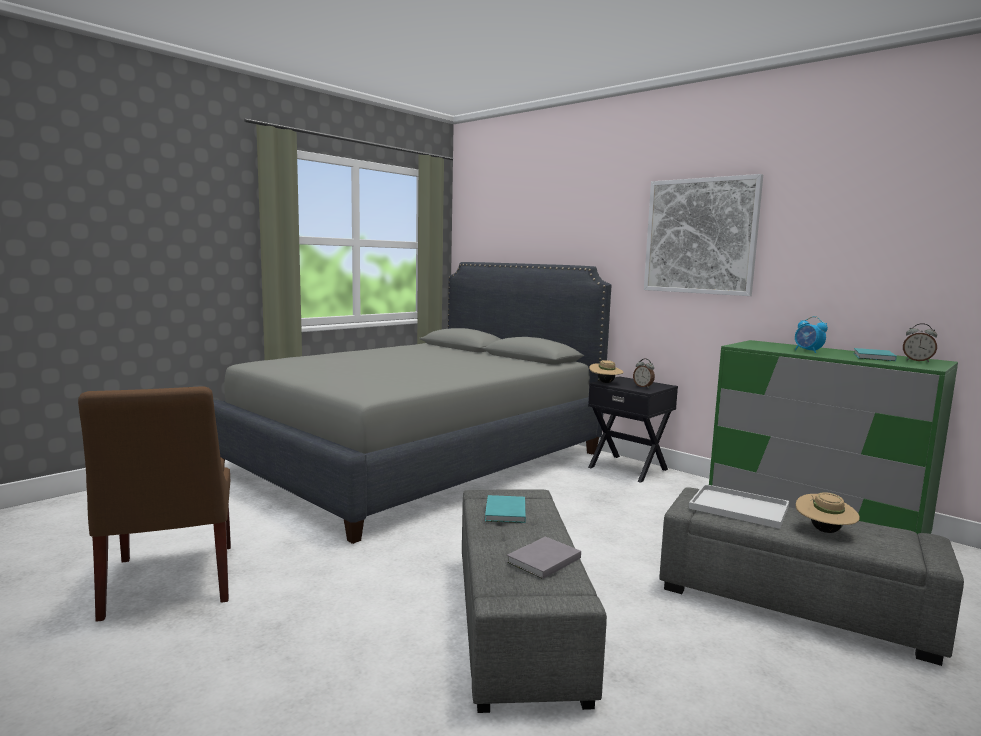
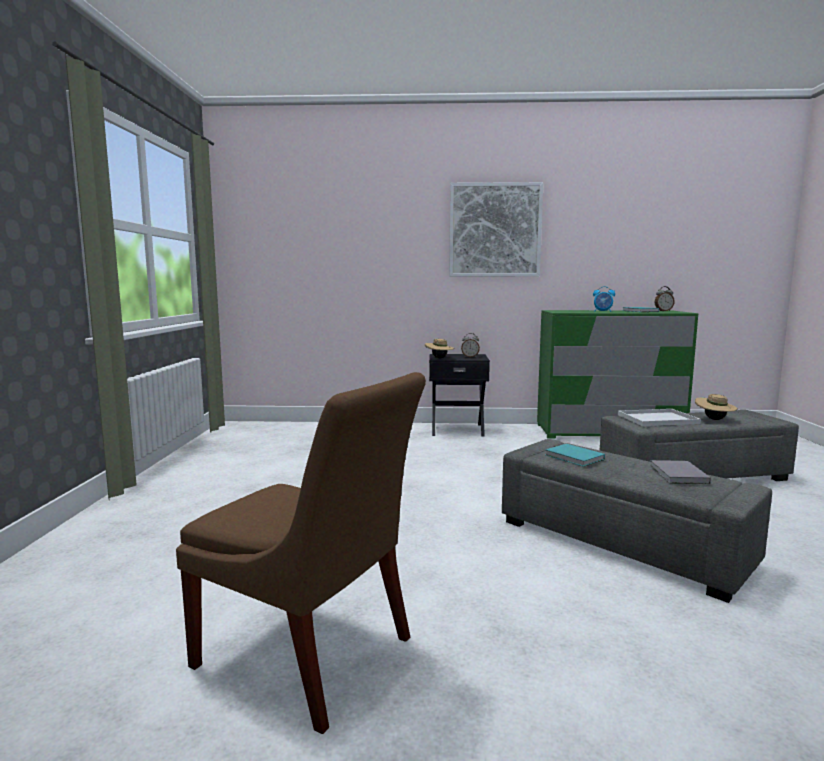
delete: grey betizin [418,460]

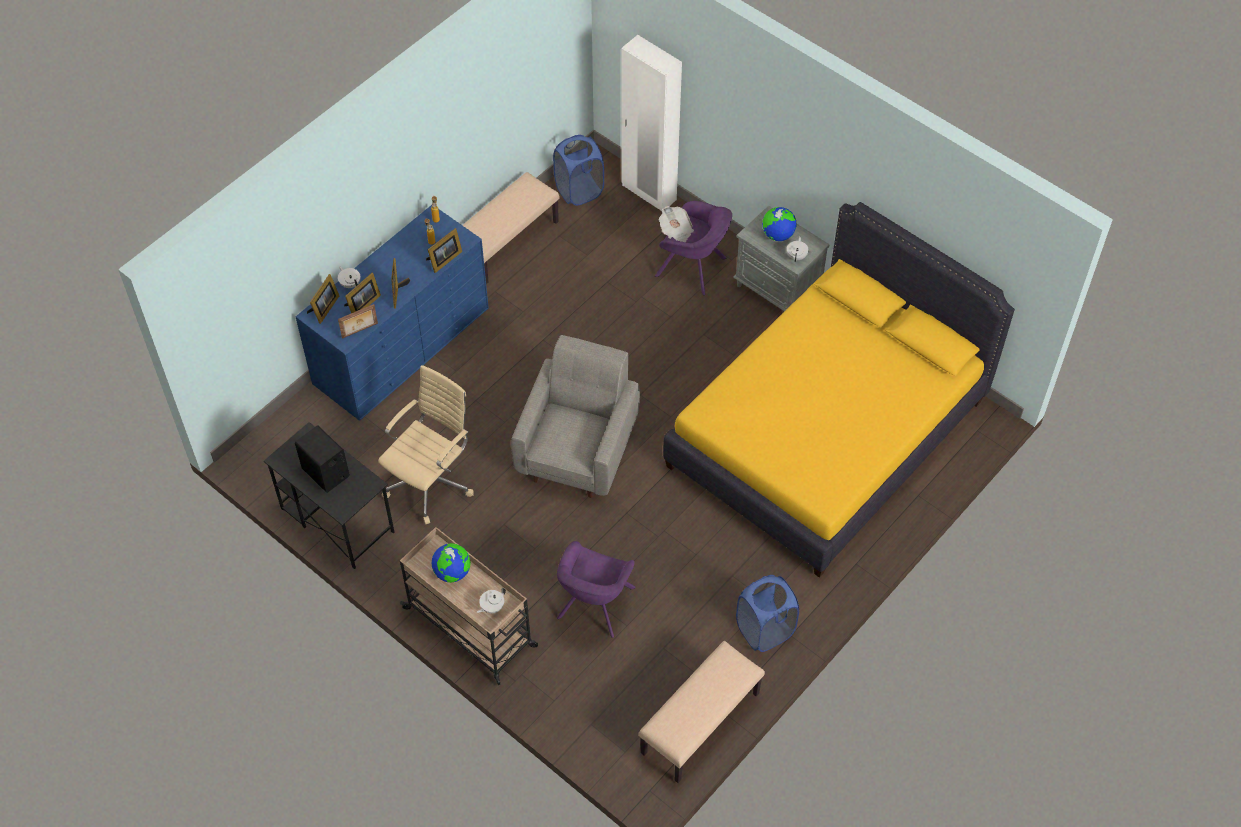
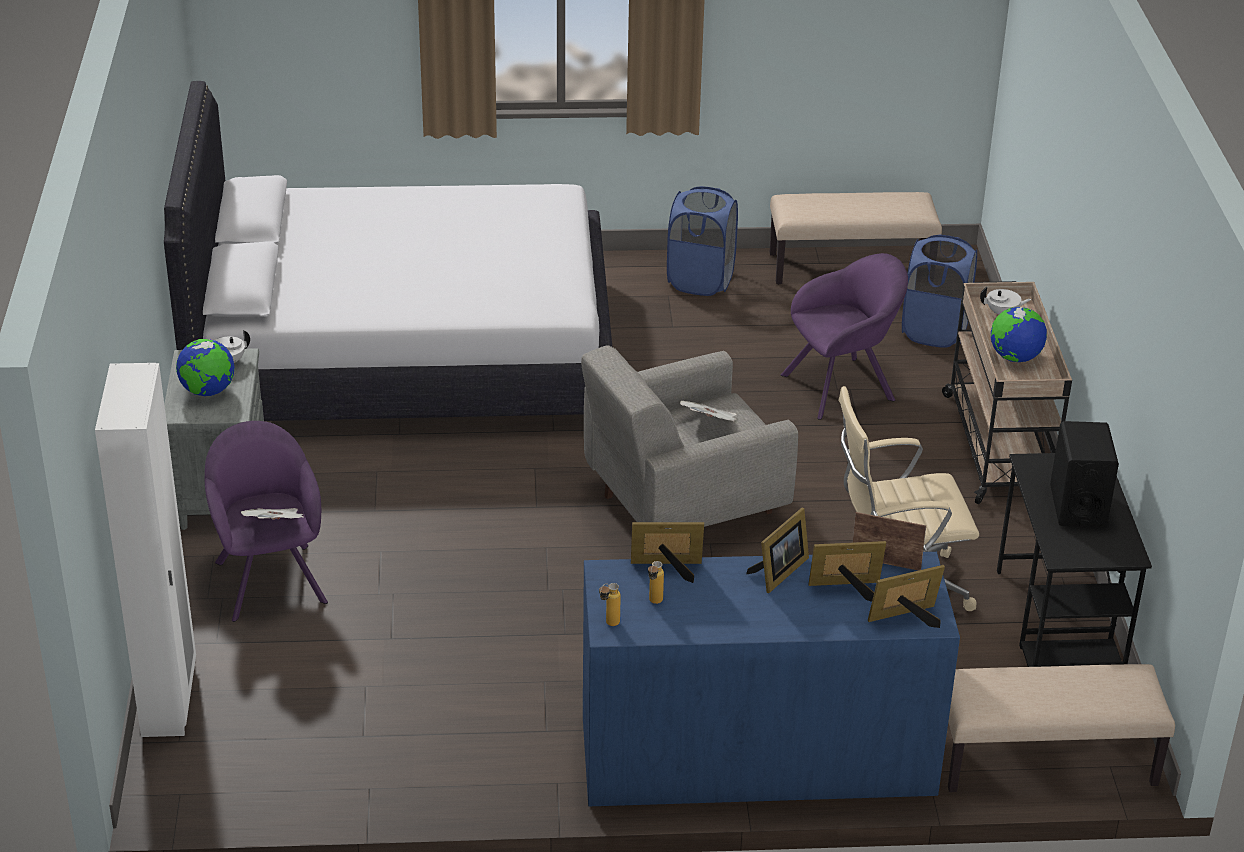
delete: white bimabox [350,283]
insert: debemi [710,424]
move: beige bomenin [507,242] to [1044,762]; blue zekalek [579,190] to [934,331]
recolor: yellow betizin [825,433] to white betizin [403,357]

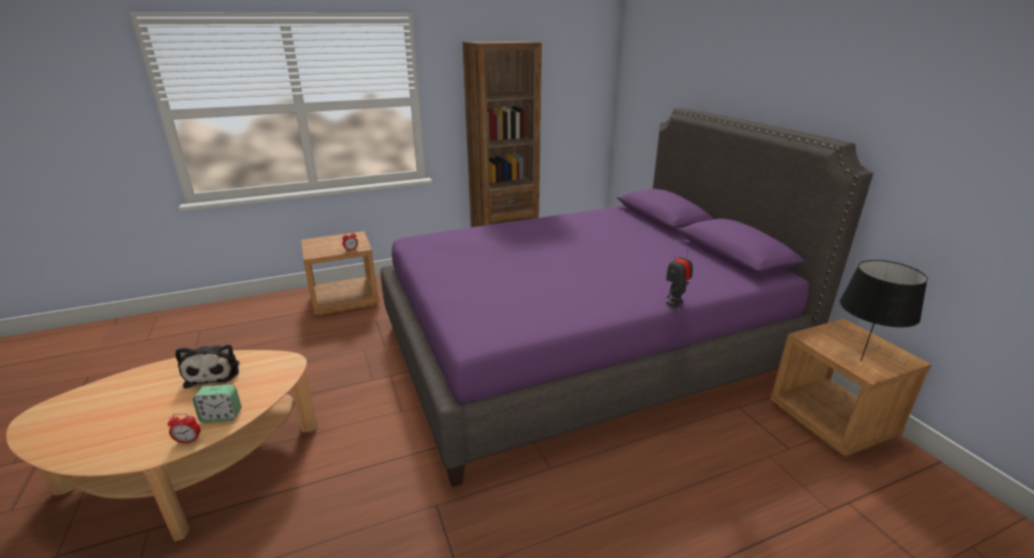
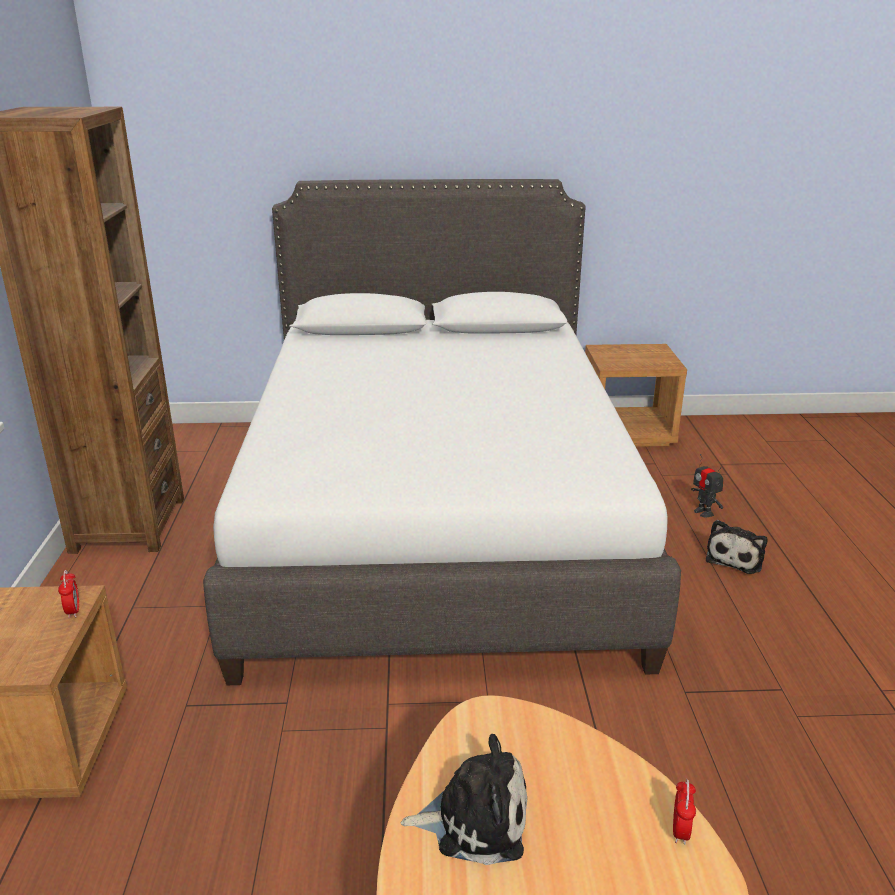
delete: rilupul [221,416]; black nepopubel [861,361]
insert: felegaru [735,558]
move: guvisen [675,303] to [703,512]
recolor: purple betizin [581,349] to white betizin [435,519]

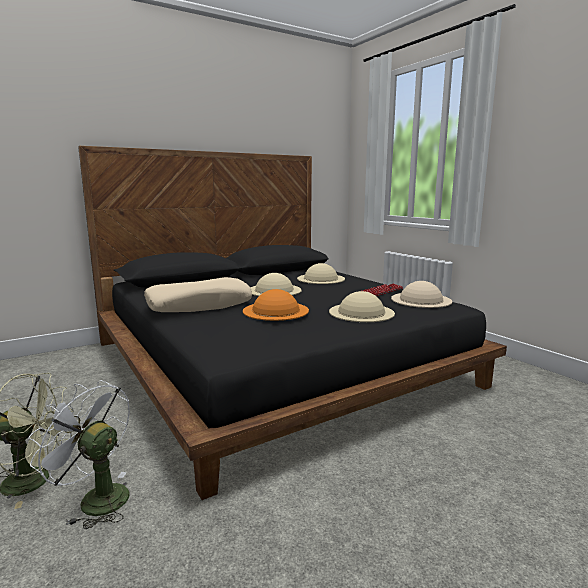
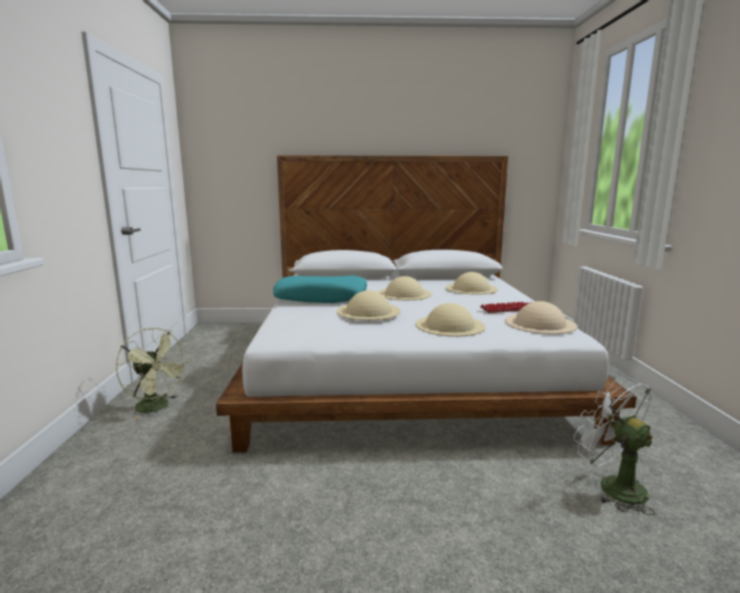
move: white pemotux [95,498] to [612,486]
recolor: black betizin [276,362] to white betizin [403,365]; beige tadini [199,305] to turquoise tadini [321,298]; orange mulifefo [275,310] to beige mulifefo [368,311]

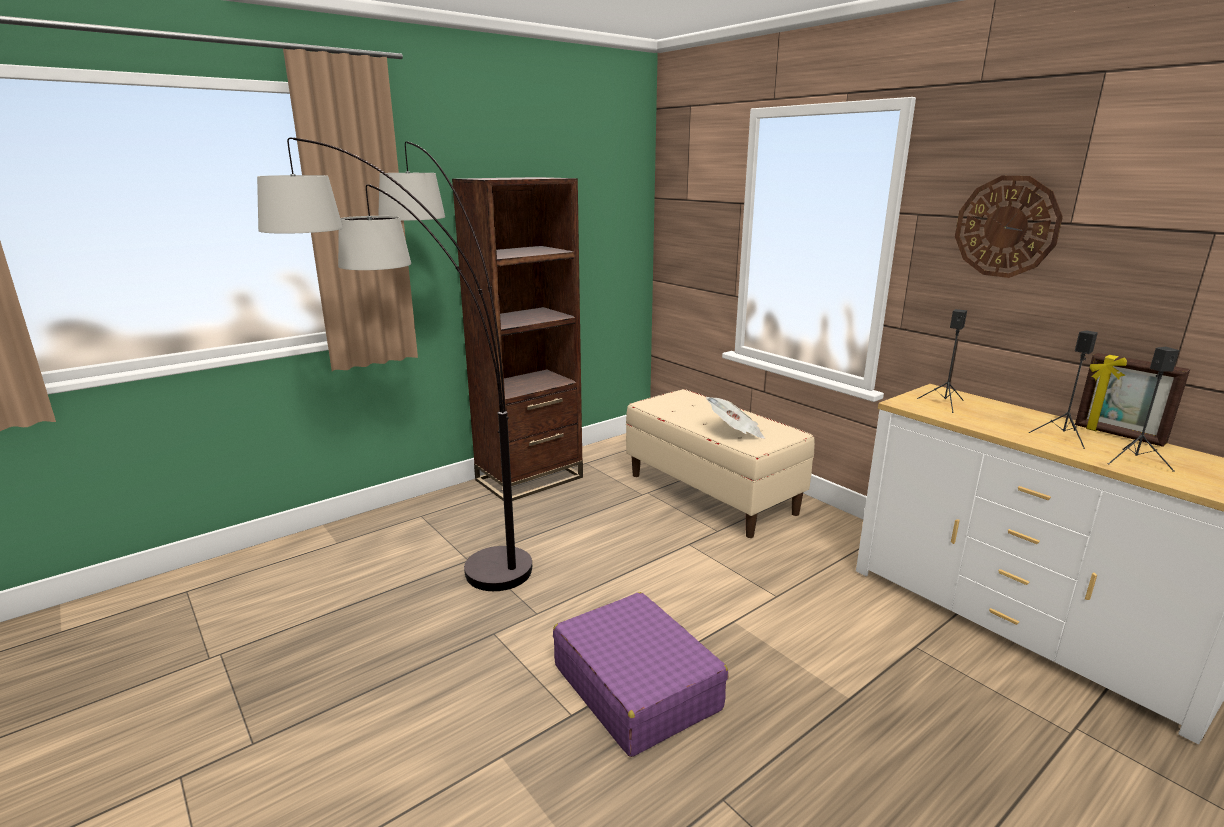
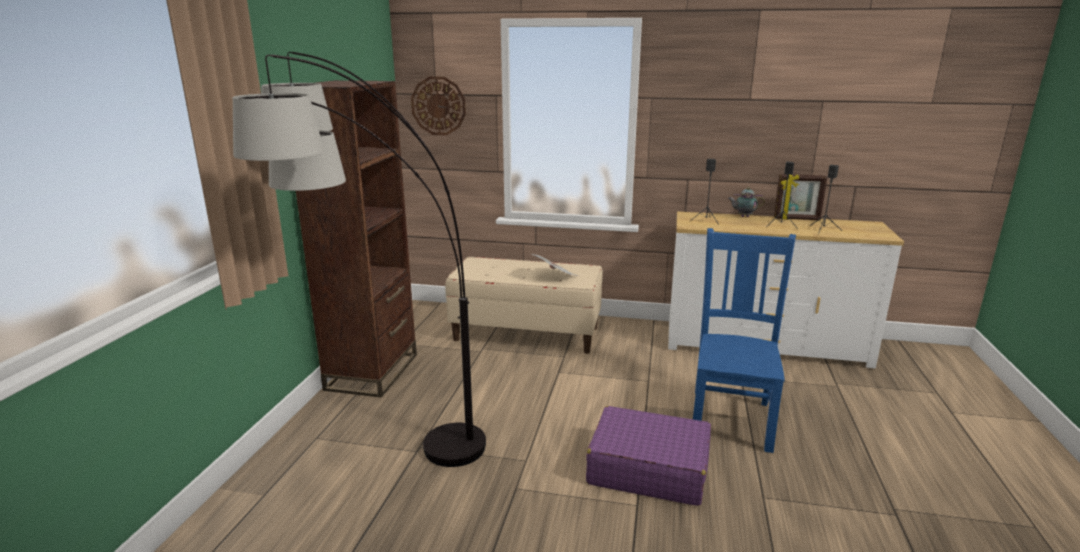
insert: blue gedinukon [731,418]; bimabox [743,216]
move: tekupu [1006,227] to [438,106]

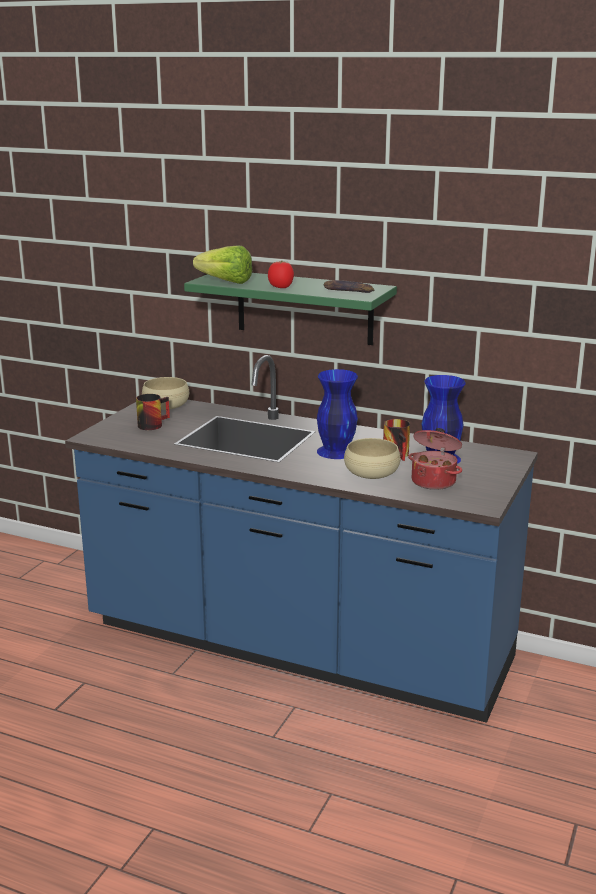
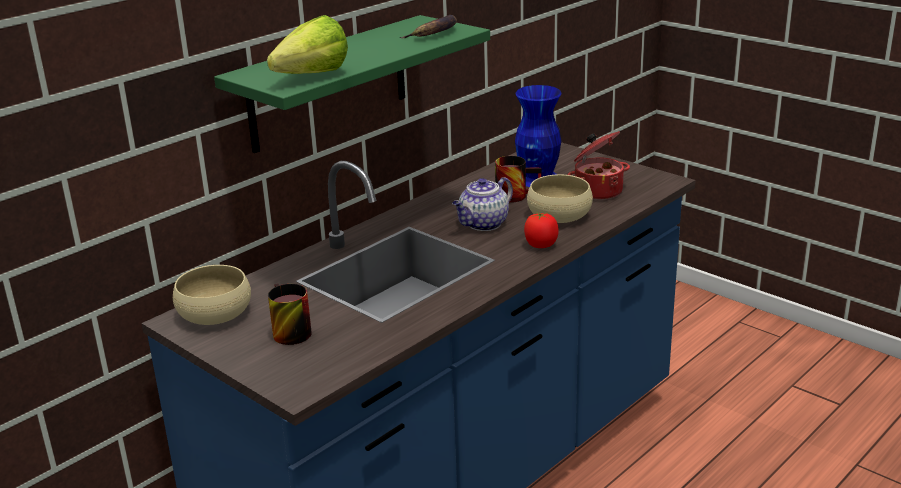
move: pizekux [281,287] to [541,245]
replace: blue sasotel [335,451] to bimabox [483,224]

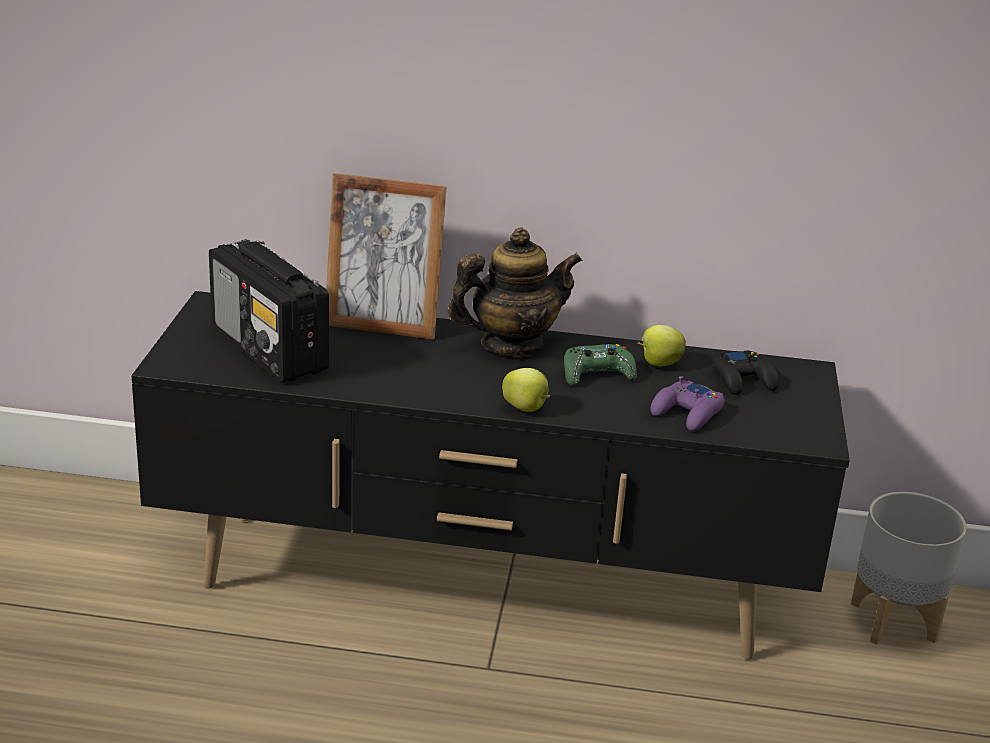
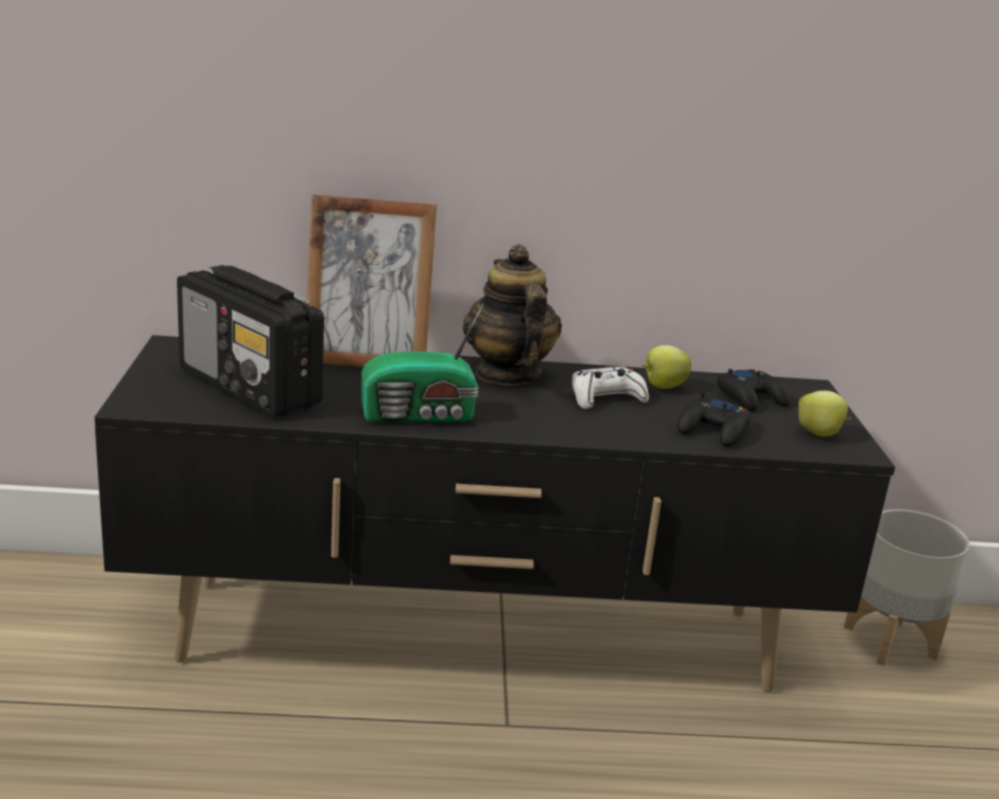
insert: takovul [421,415]
move: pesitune [526,409] to [819,434]
recolor: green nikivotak [597,374] to white nikivotak [606,398]; purple nikivotak [687,413] to black nikivotak [714,430]
rotate: bimabox [511,345] = [507,374] 75 degrees counterclockwise

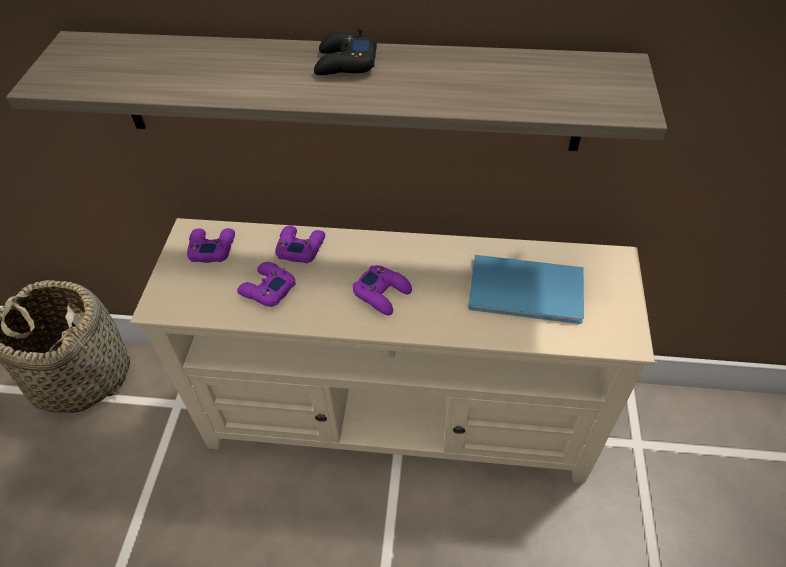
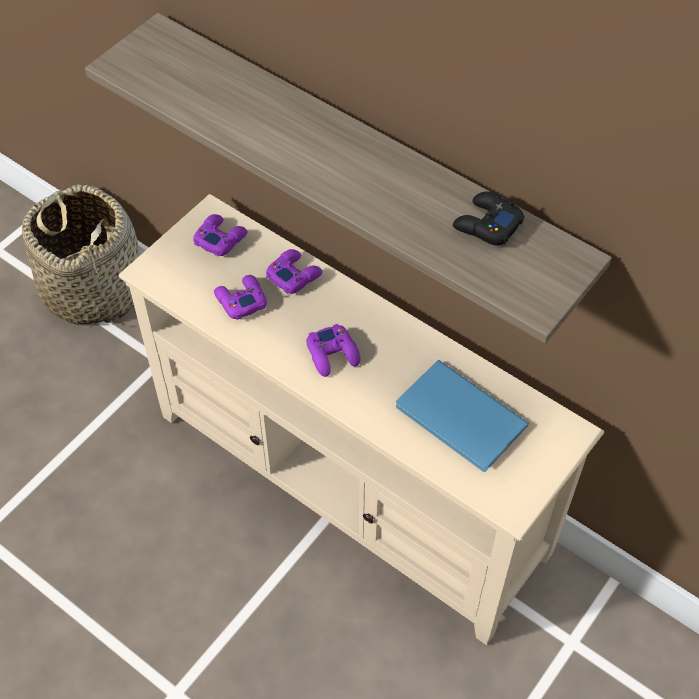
move: black nikivotak [345,63] to [487,225]

